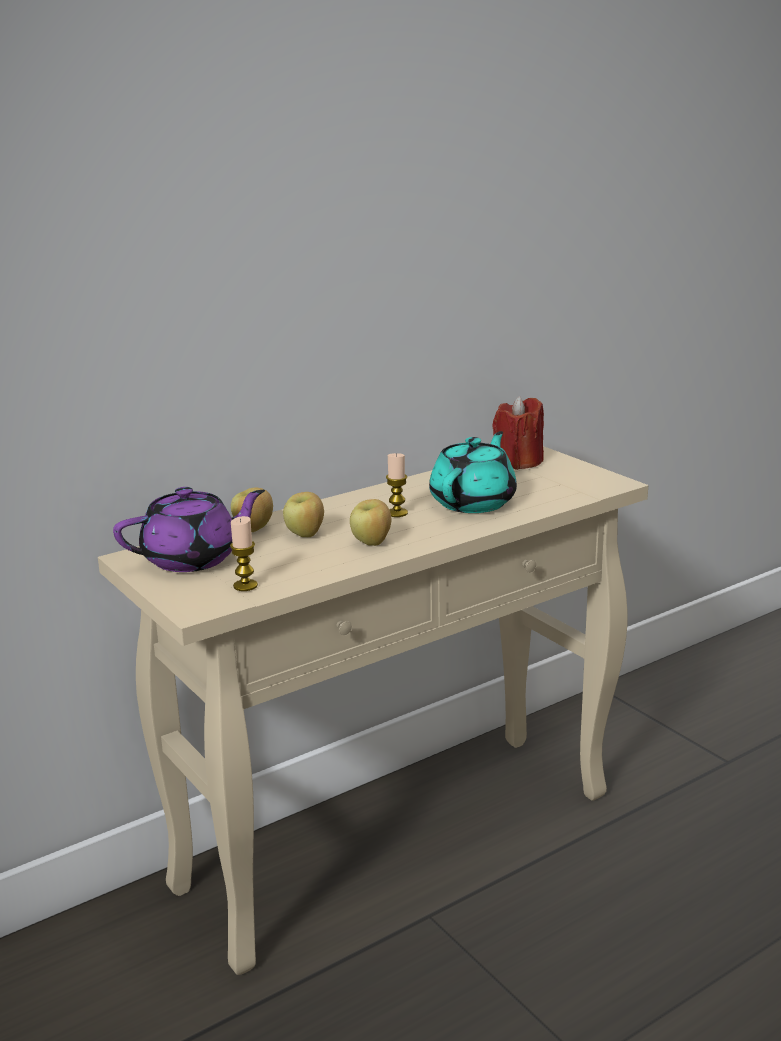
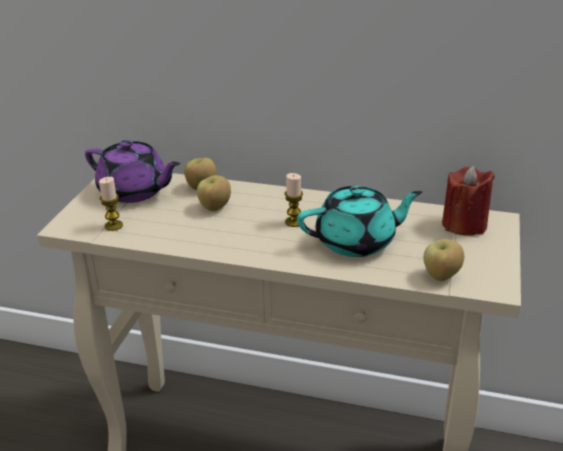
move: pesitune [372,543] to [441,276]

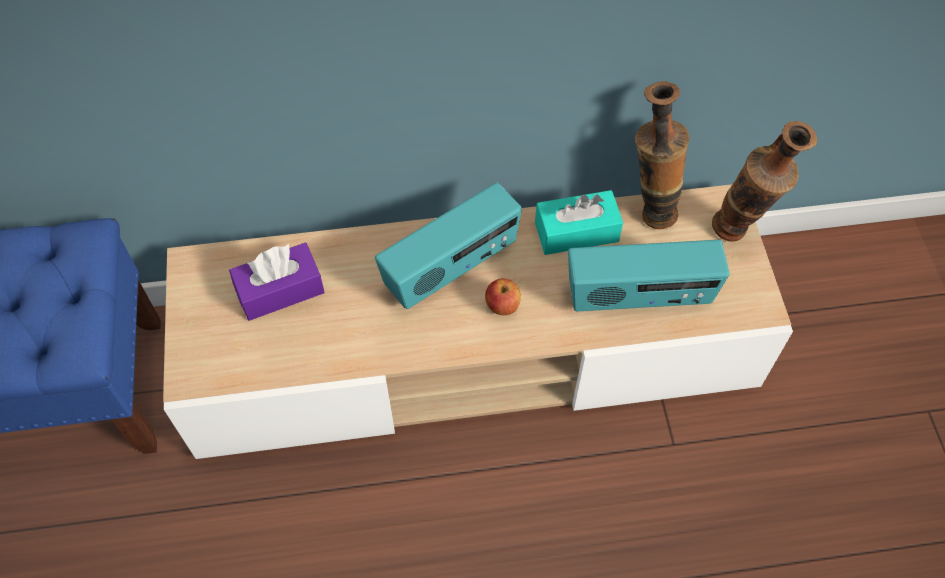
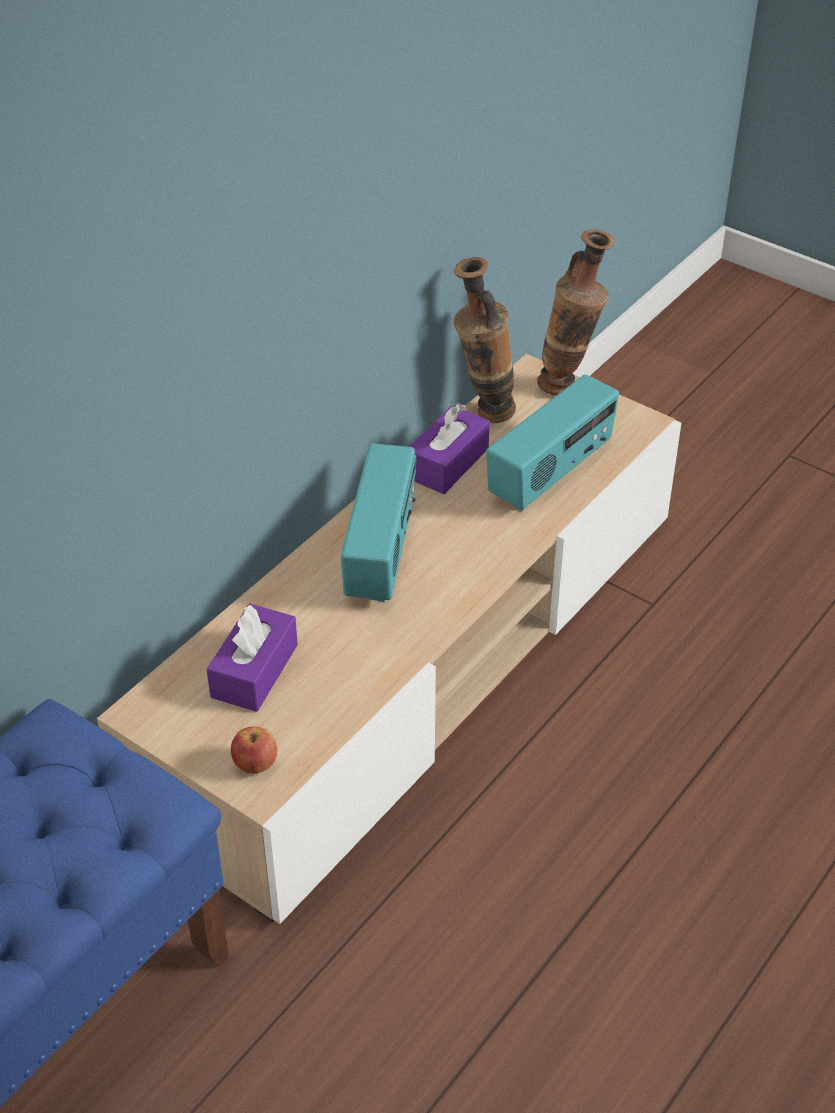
move: pesitune [502,306] to [255,765]
recolor: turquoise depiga [576,232] to purple depiga [447,463]

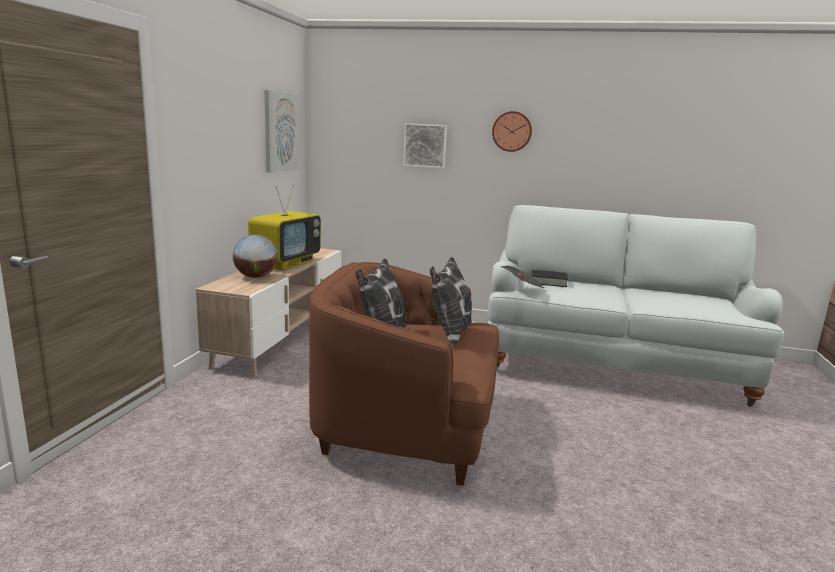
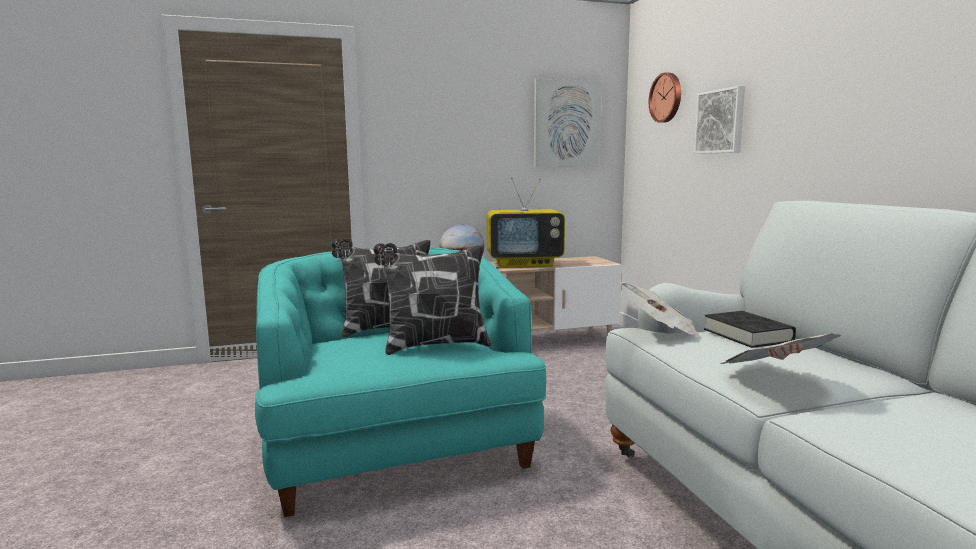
insert: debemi [774,377]
move: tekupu [512,131] to [666,97]
recolor: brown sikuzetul [408,425] to turquoise sikuzetul [396,448]

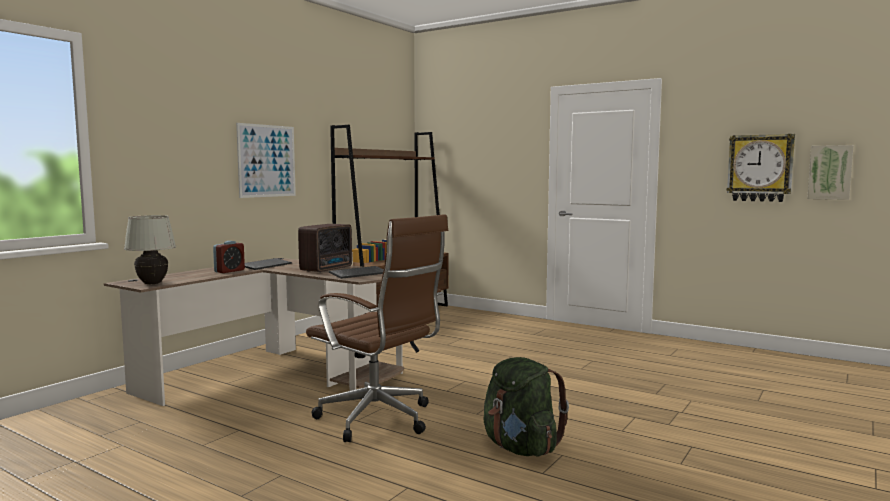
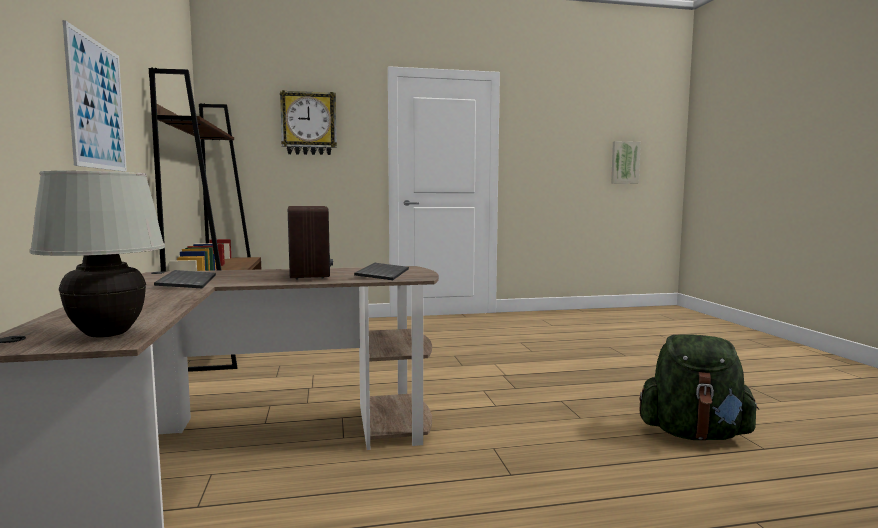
delete: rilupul [229,271]; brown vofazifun [379,420]
move: tekupu [760,168] to [309,123]

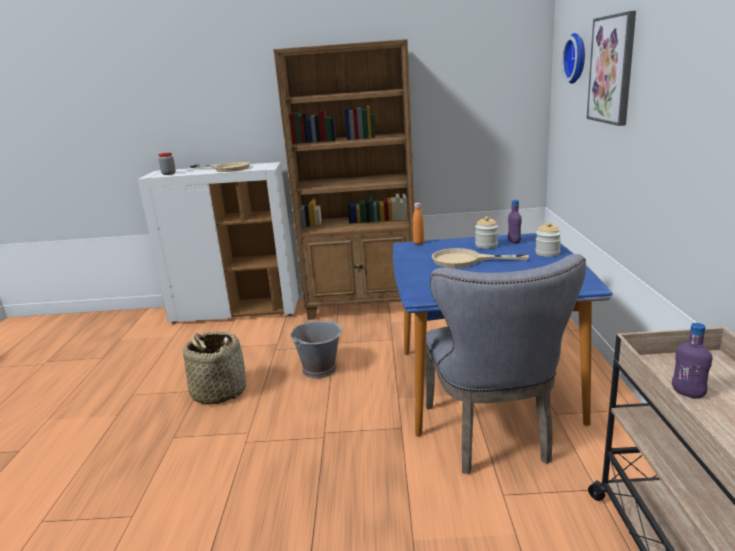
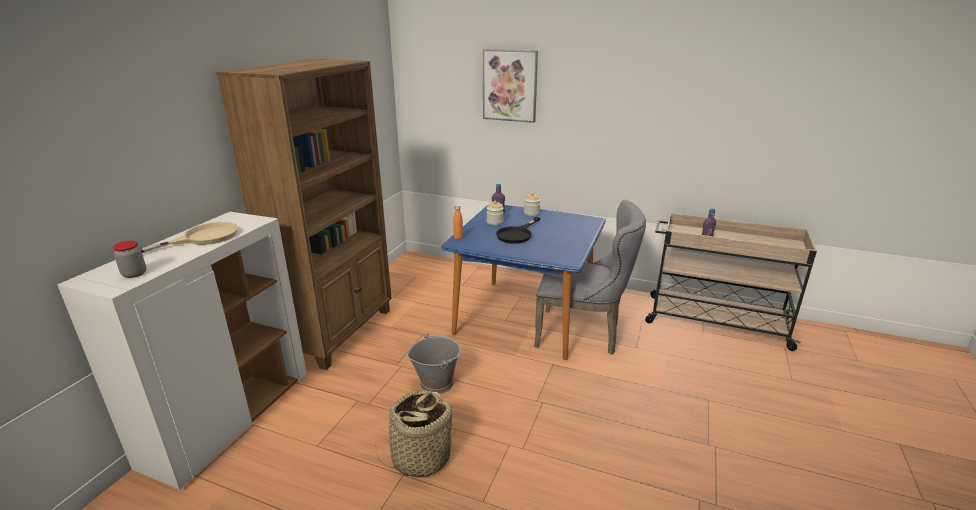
delete: tekupu [577,58]
recolor: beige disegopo [465,260] to black disegopo [517,234]

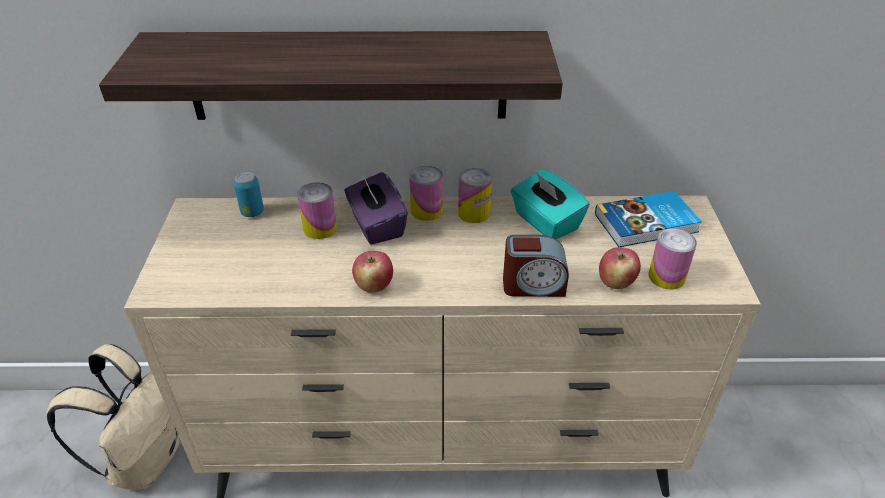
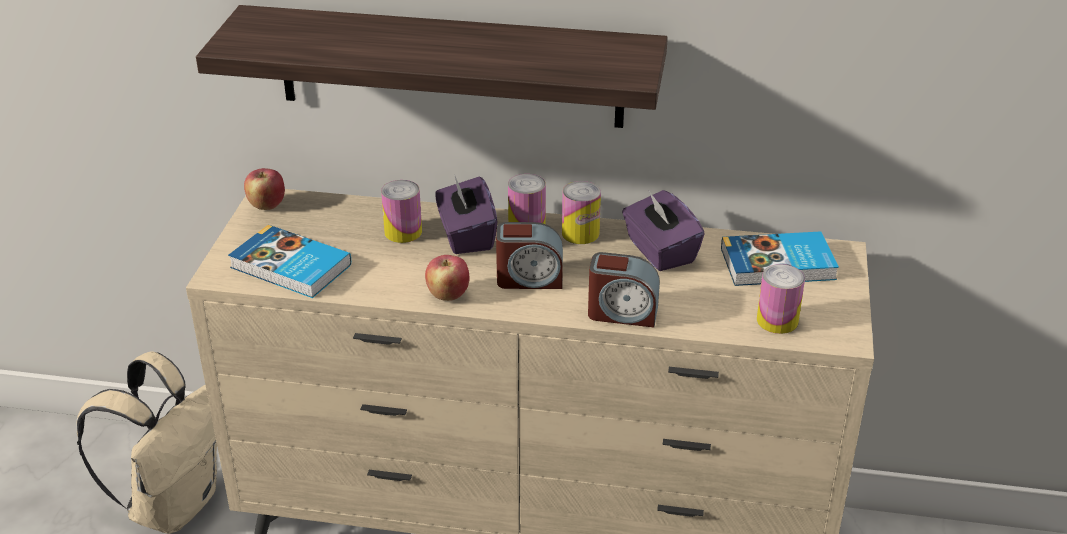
delete: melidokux [252,212]
insert: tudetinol [290,267]; rilupul [529,278]
move: pesitune [615,282] to [267,205]
recolor: turquoise depiga [545,222] to purple depiga [659,251]

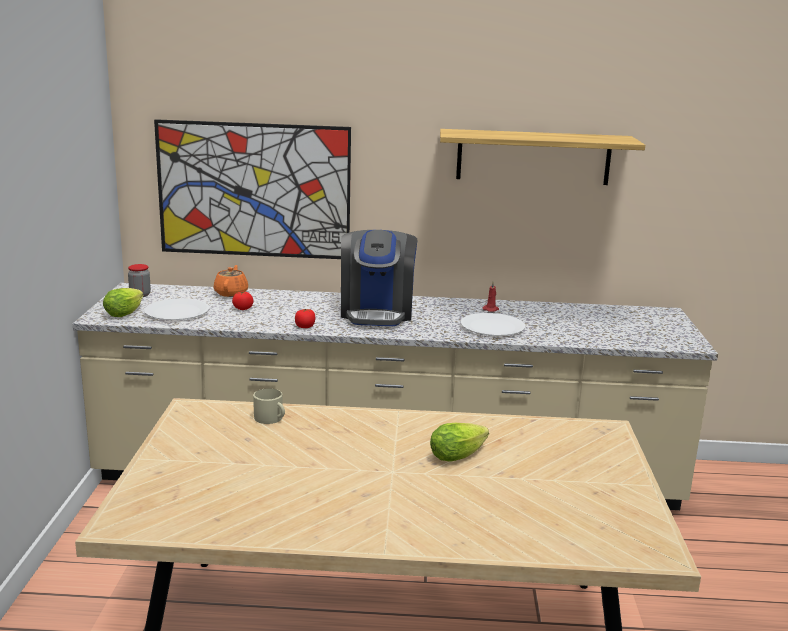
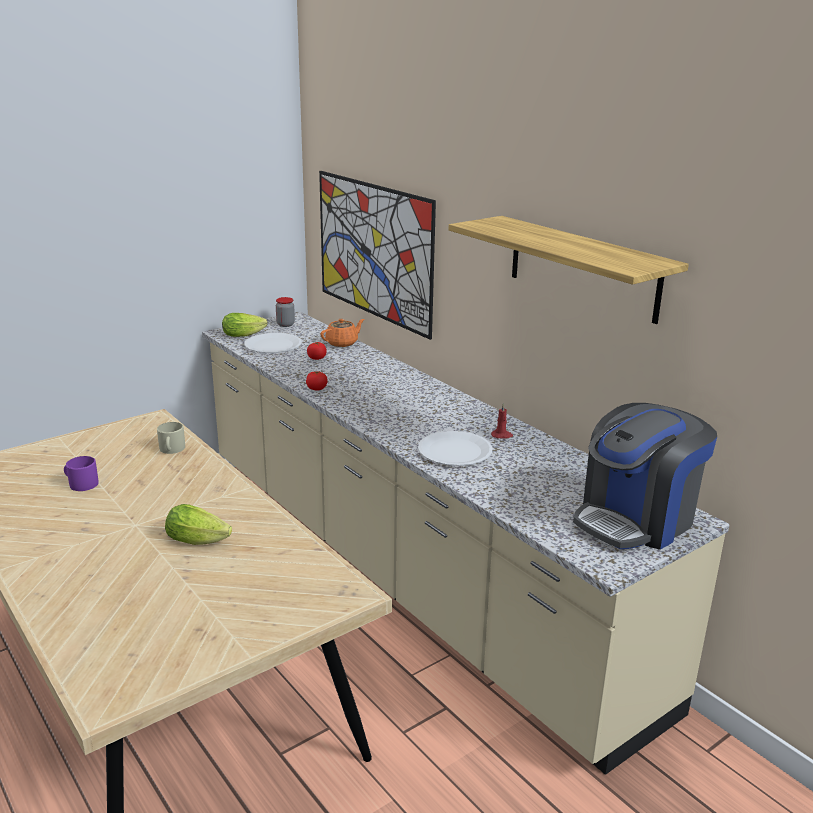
insert: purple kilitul [80,483]
move: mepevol [377,312] to [636,519]

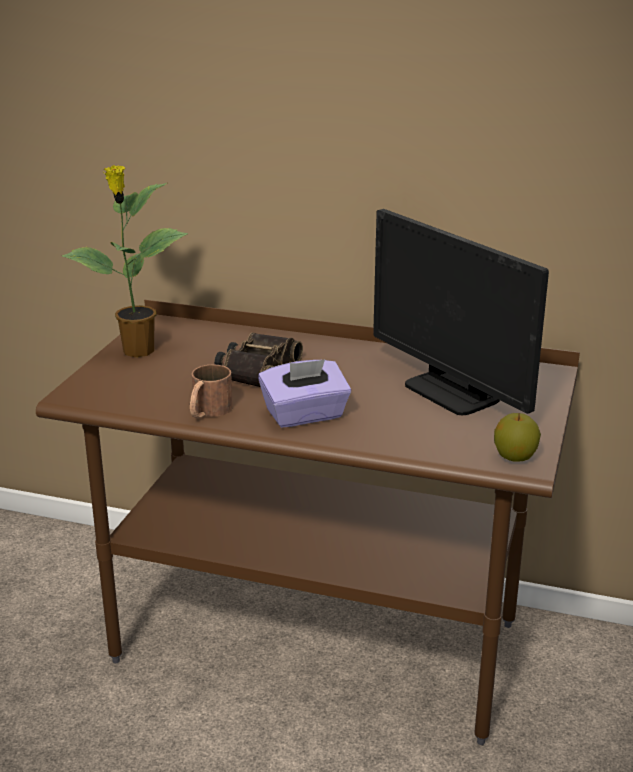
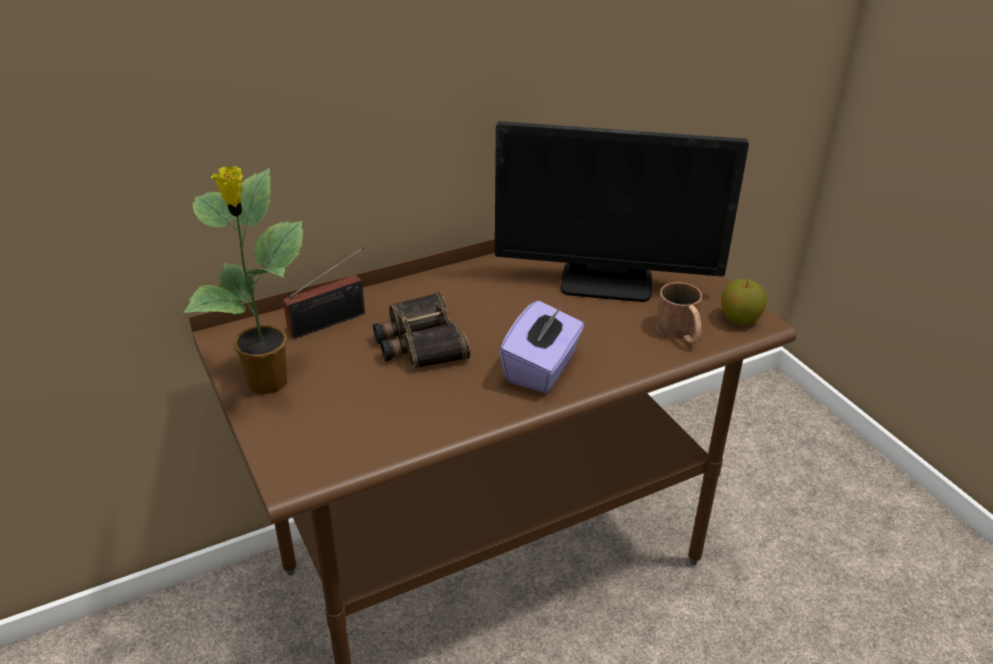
insert: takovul [331,322]
move: brown kilitul [207,412] to [681,333]

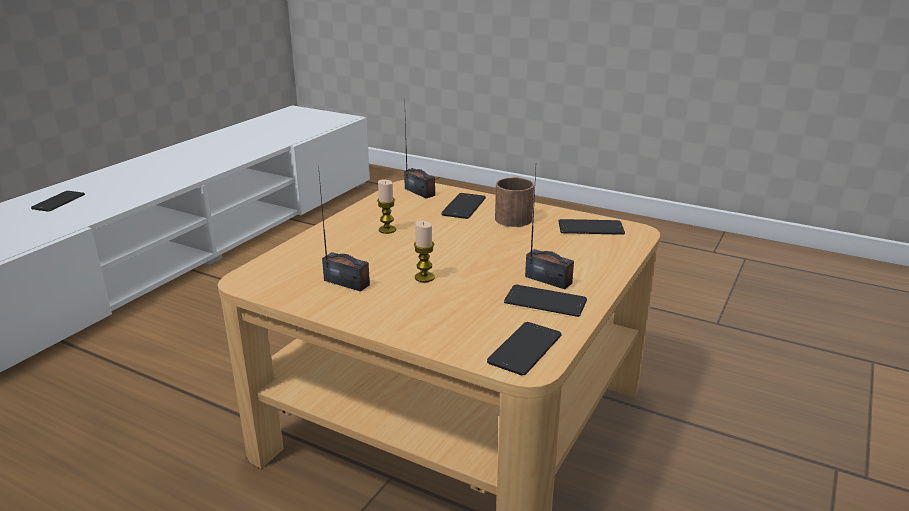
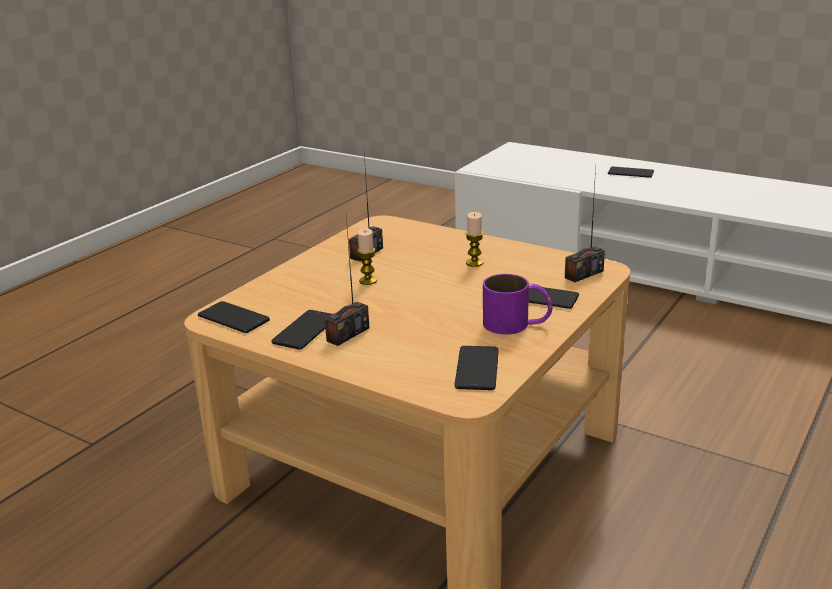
recolor: brown kilitul [513,215] to purple kilitul [517,324]

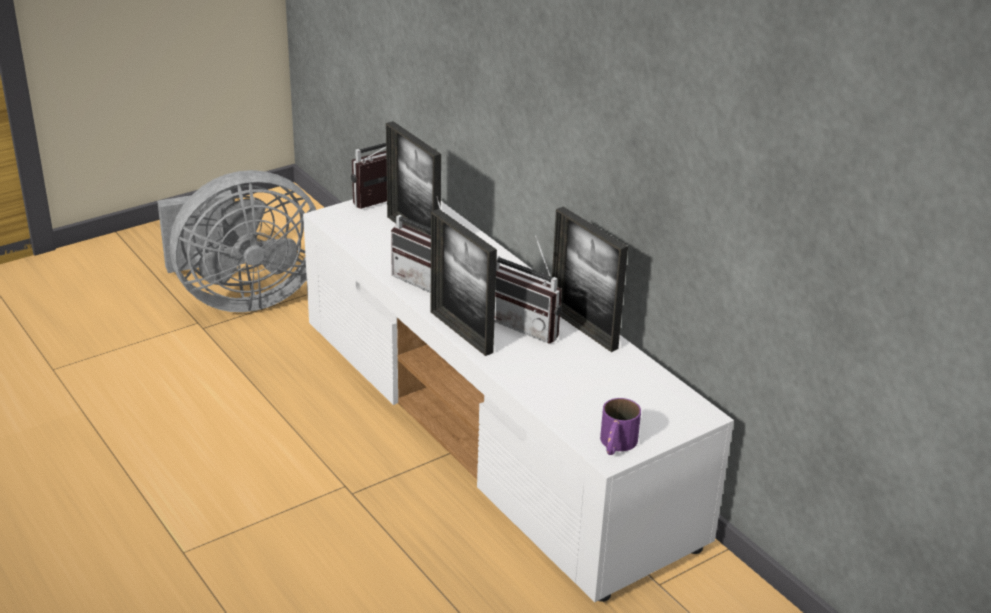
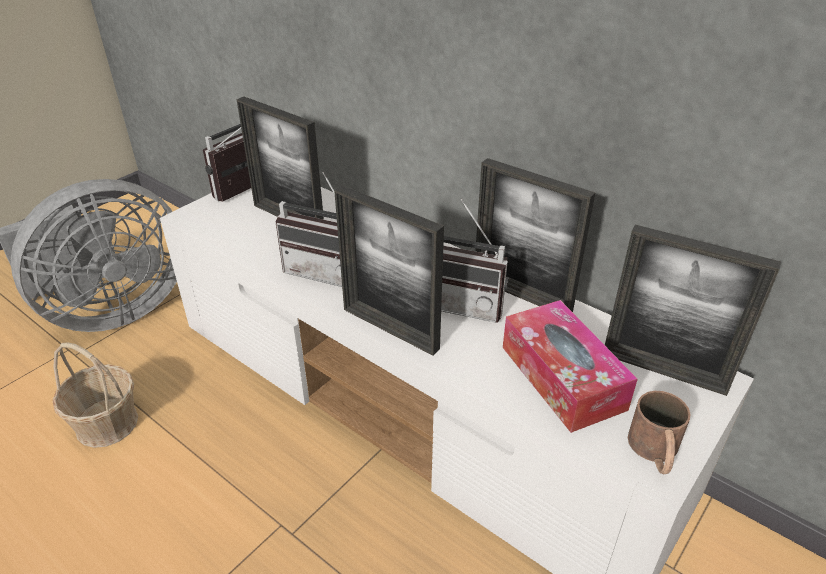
insert: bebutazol [107,423]; depiga [562,377]; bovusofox [663,370]
recolor: purple kilitul [616,445] to brown kilitul [655,452]

